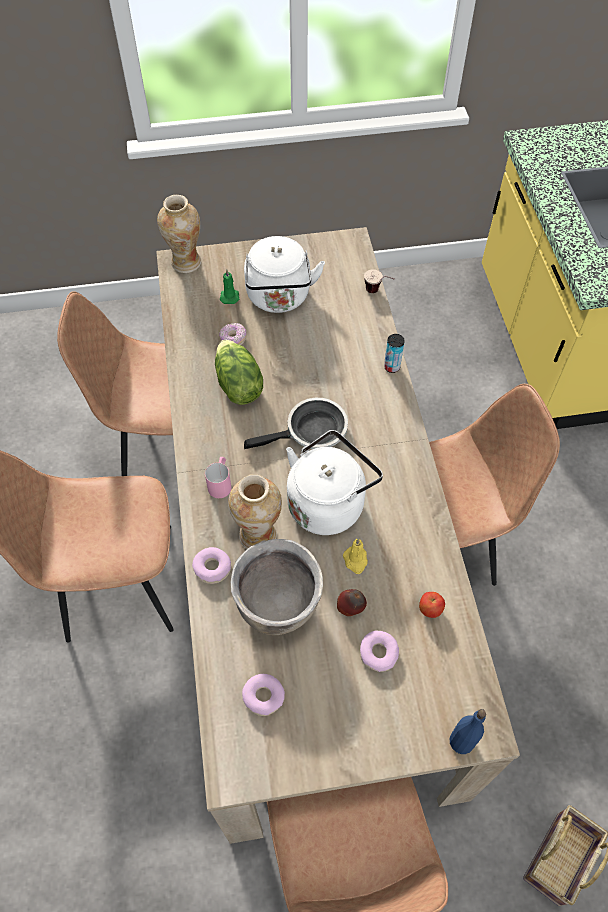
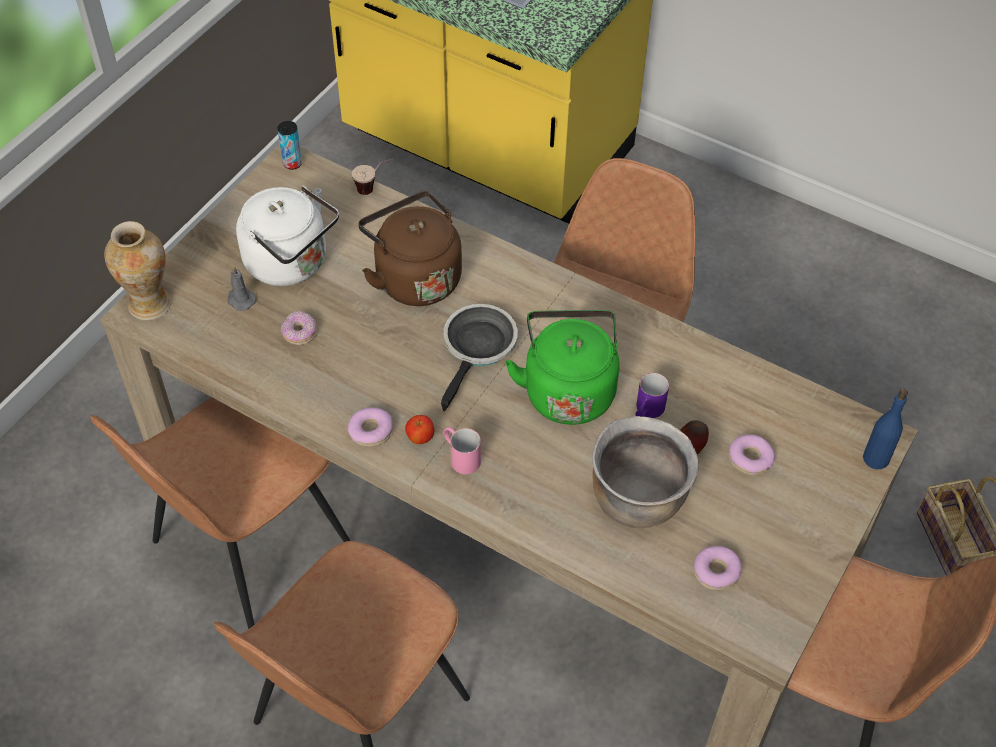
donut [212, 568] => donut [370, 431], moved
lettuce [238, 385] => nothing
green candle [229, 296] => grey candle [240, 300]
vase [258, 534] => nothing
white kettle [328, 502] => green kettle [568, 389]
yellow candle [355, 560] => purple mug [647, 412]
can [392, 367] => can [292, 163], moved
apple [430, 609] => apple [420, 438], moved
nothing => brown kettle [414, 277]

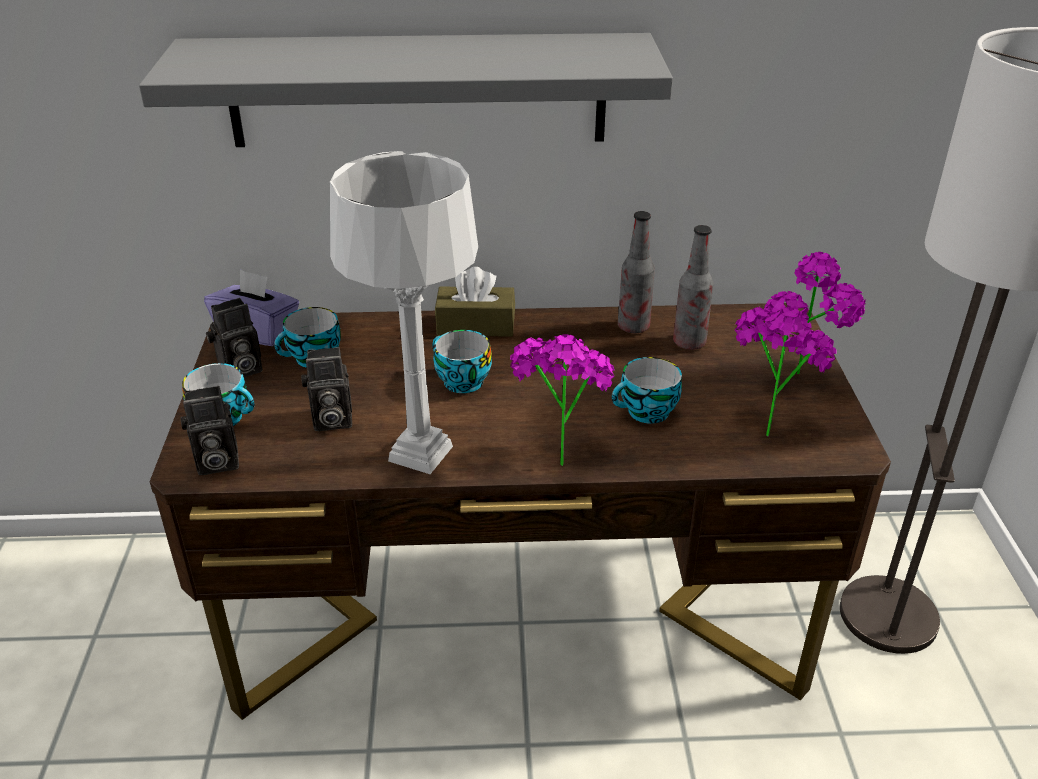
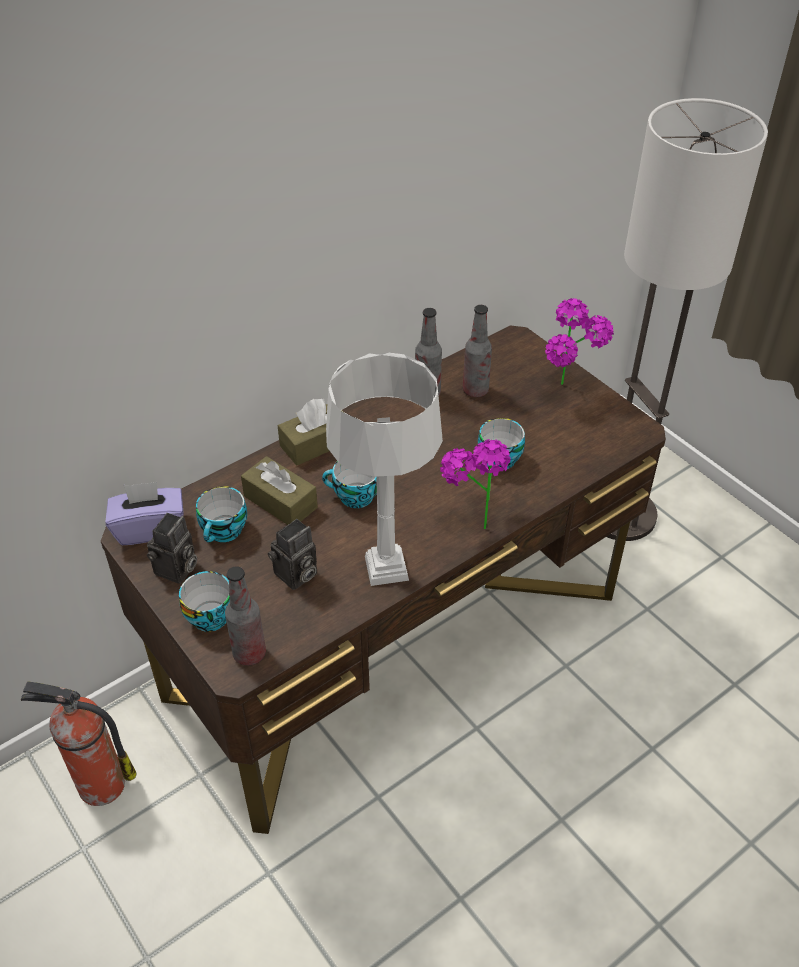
grey shelf [417, 90] => nothing
photo camera [215, 463] => bottle [249, 654]
potted plant [767, 424] => nothing
nothing => fire extinguisher [99, 784]
nothing => brown tissue box [280, 502]

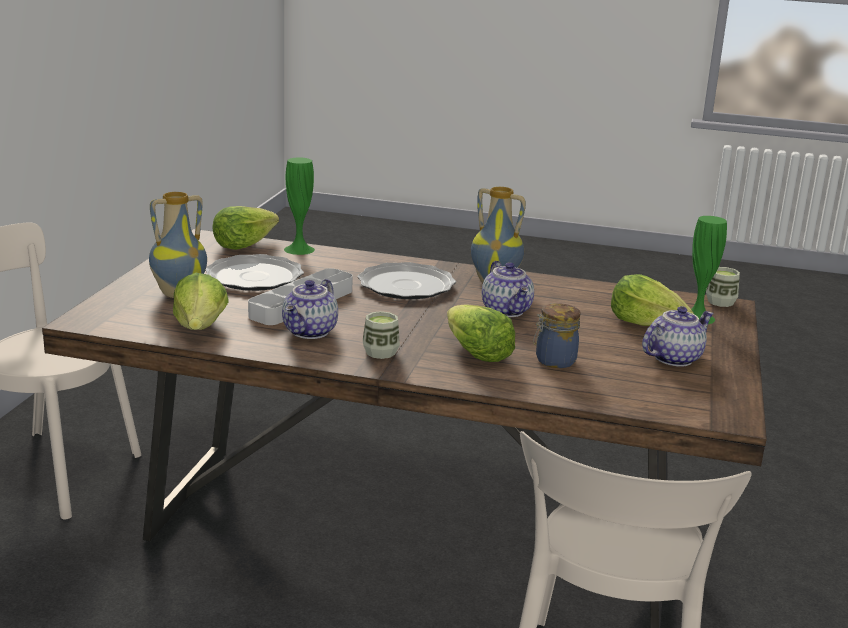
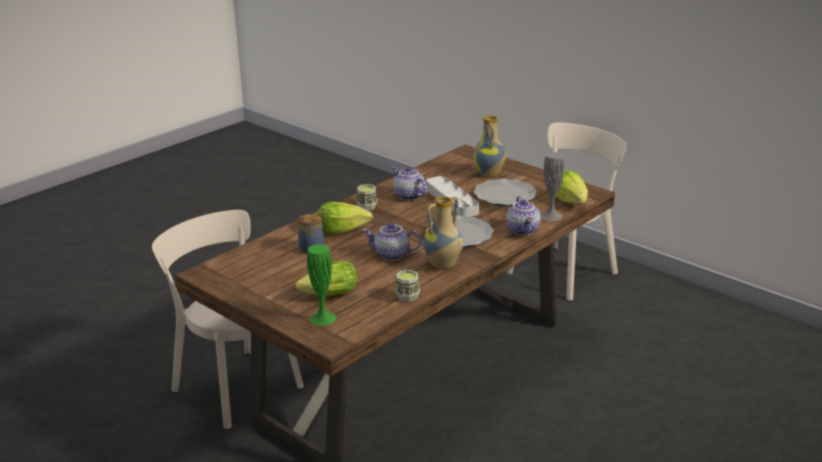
lettuce [200, 327] => nothing
green vase [299, 249] => grey vase [551, 216]
teapot [673, 358] => teapot [523, 230], moved
cup [720, 302] => cup [407, 297], moved

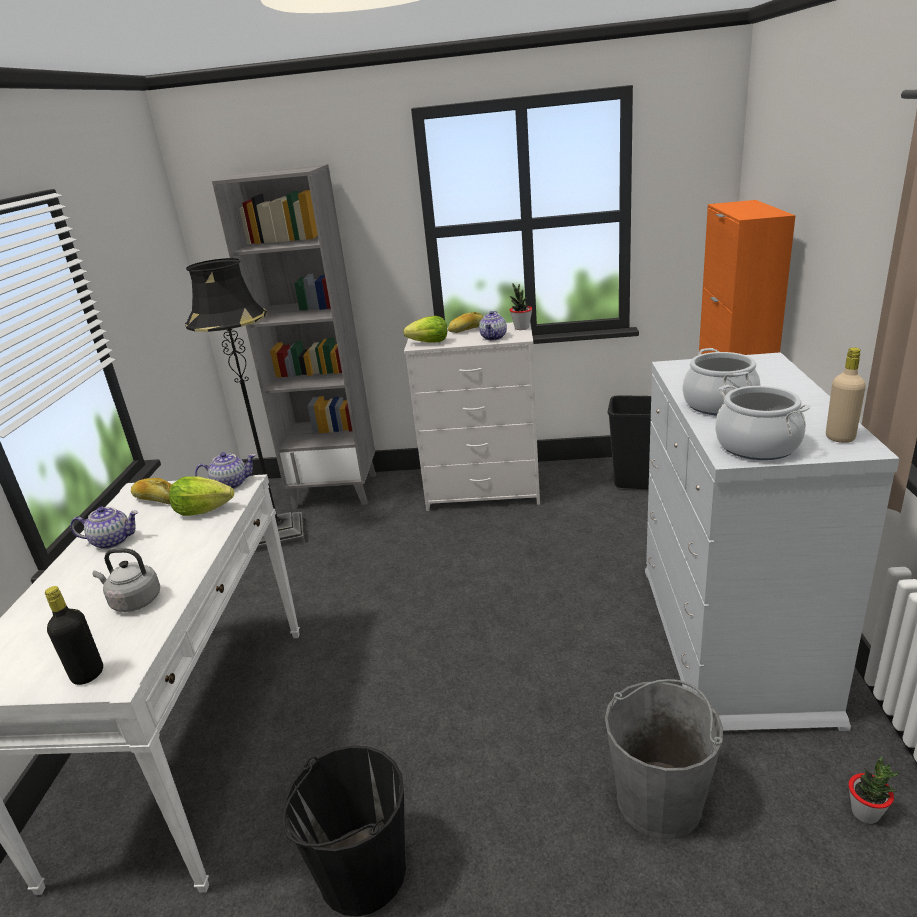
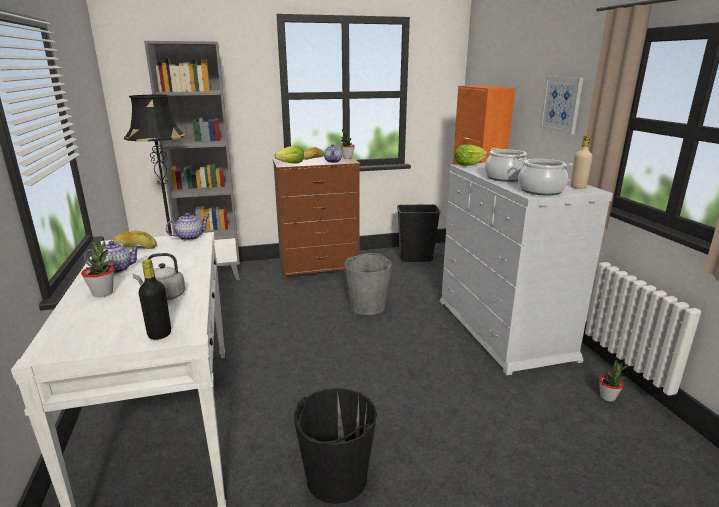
lettuce [203, 510] => lettuce [468, 165], moved
white dresser [484, 492] => brown dresser [319, 268]
grey bucket [659, 800] => grey bucket [368, 306], moved
nothing => potted plant [103, 293]
nothing => picture [561, 104]

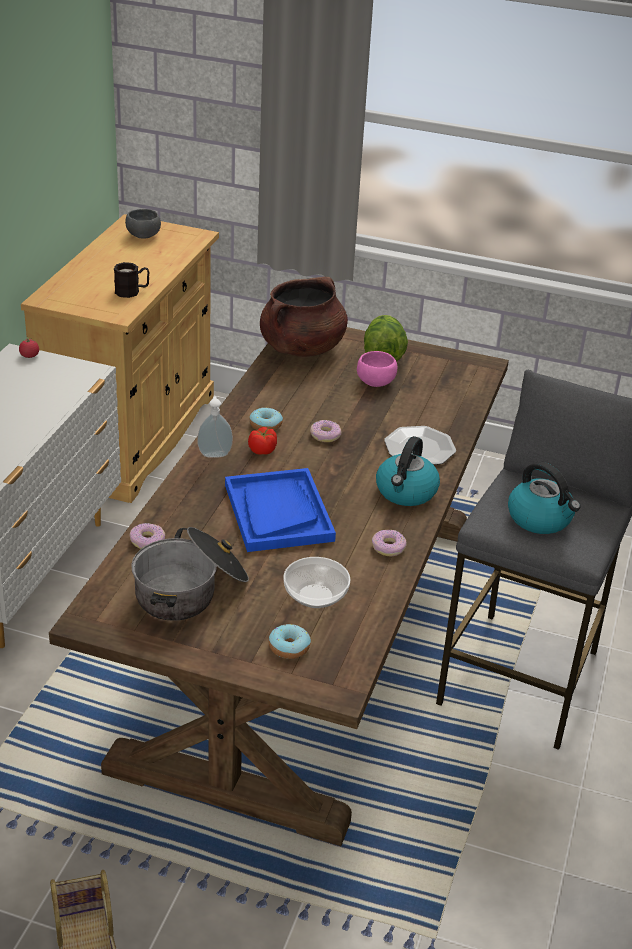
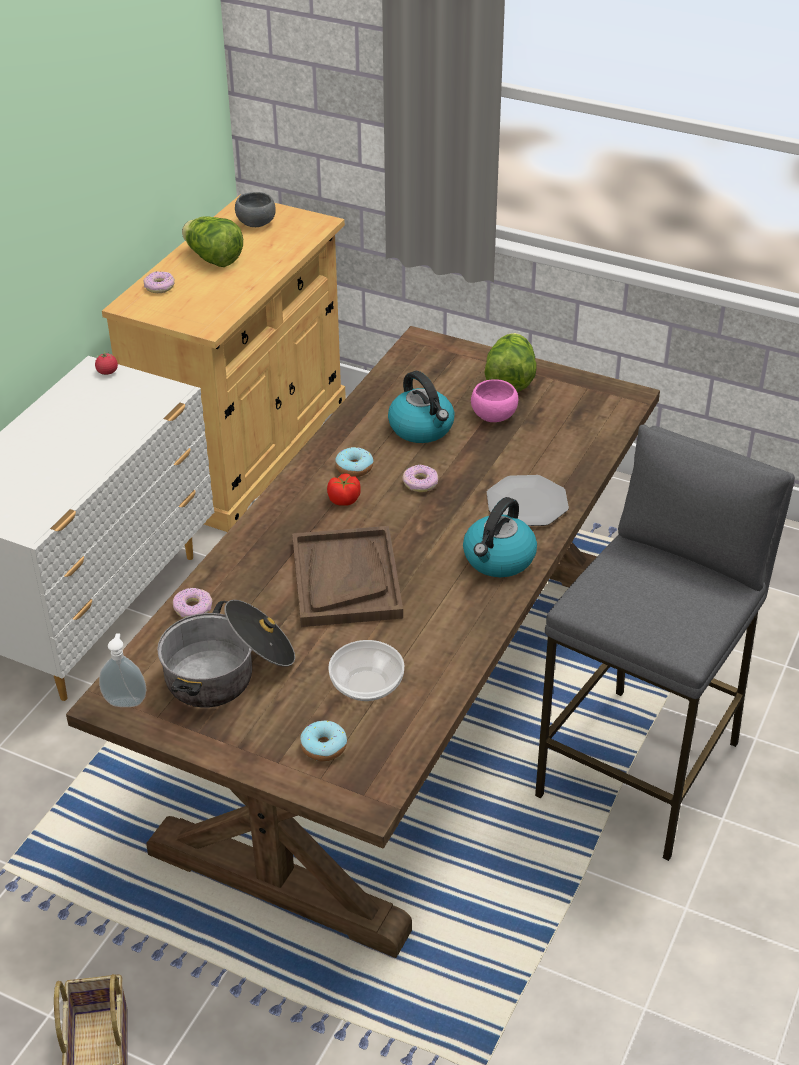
black mug [132, 291] => nothing
soap dispenser [214, 454] => soap dispenser [126, 701], moved
blue tray [278, 512] => brown tray [346, 579]
brown cooking pot [302, 348] => nothing
donut [388, 547] => donut [159, 287], moved
kettle [540, 519] => kettle [422, 428], moved
nothing => lettuce [213, 259]

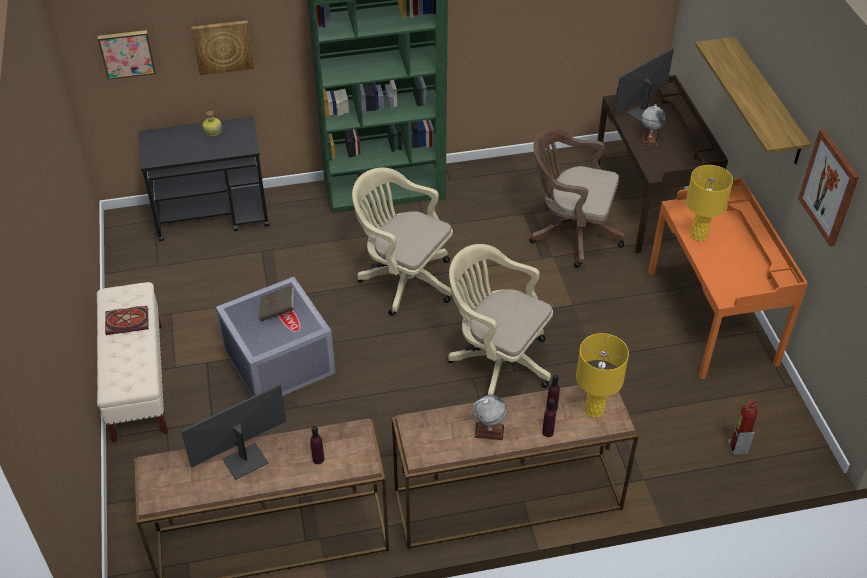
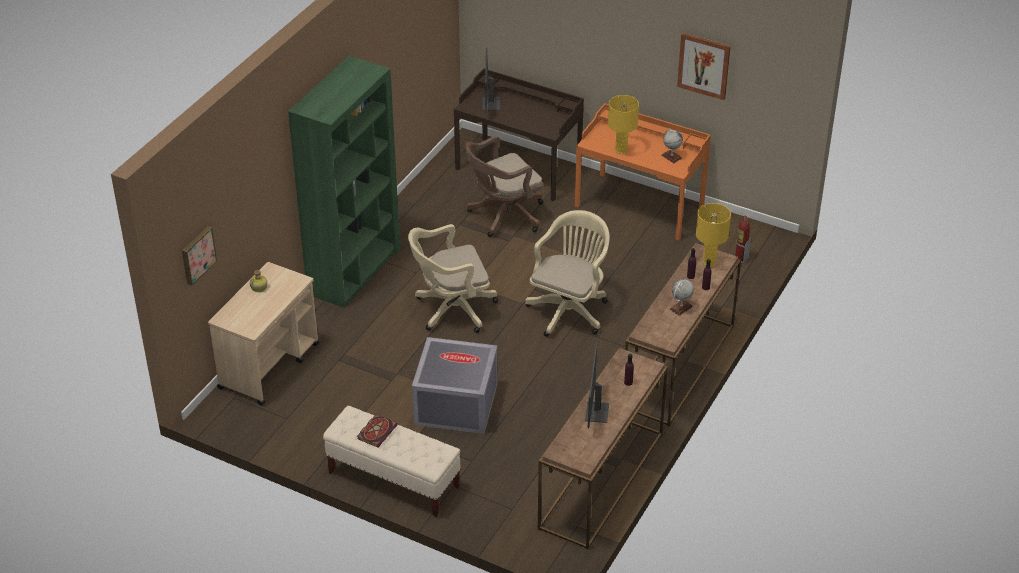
black cart [213, 216] => beige cart [269, 365]
picture [223, 46] => nothing
brown book [277, 310] => nothing
beige office chair [496, 360] => beige office chair [569, 310], 135 degrees clockwise
globe [650, 138] => globe [671, 157], moved
shelf [767, 101] => nothing

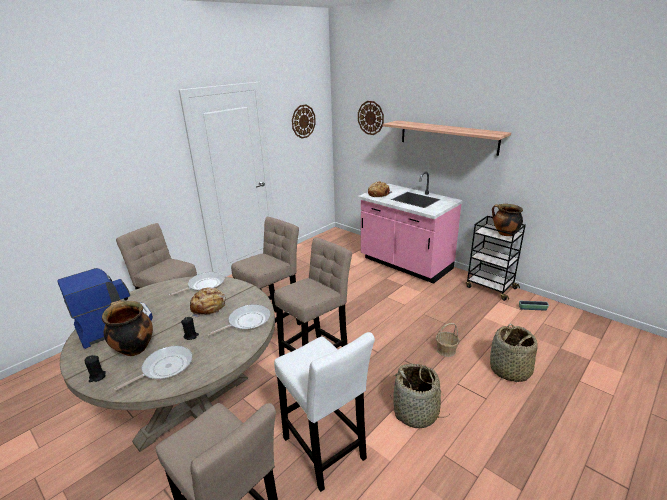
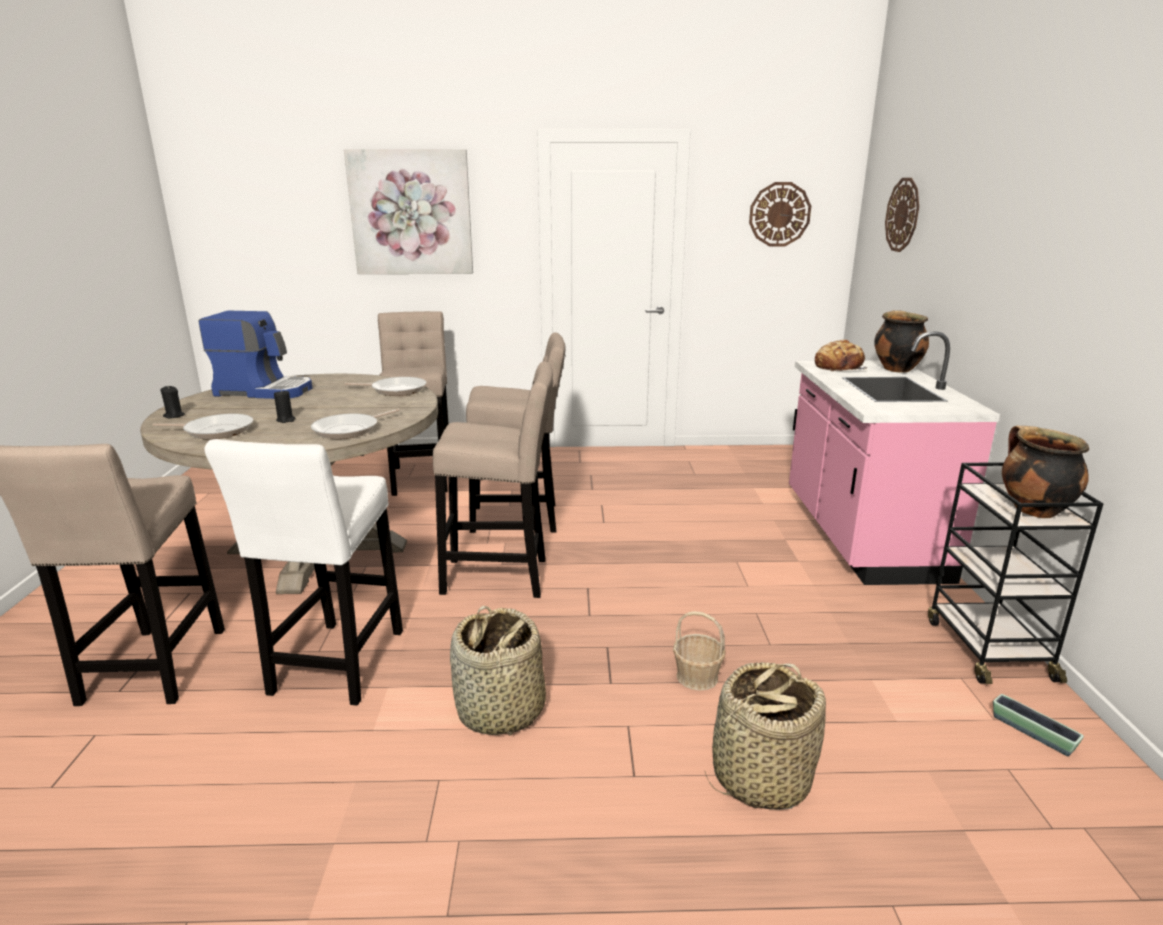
cooking pot [133, 348] => cooking pot [895, 369], moved
bread [209, 307] => nothing
frying pan [247, 321] => frying pan [349, 430], 120 degrees clockwise
shelf [447, 137] => nothing
nothing => picture [411, 213]

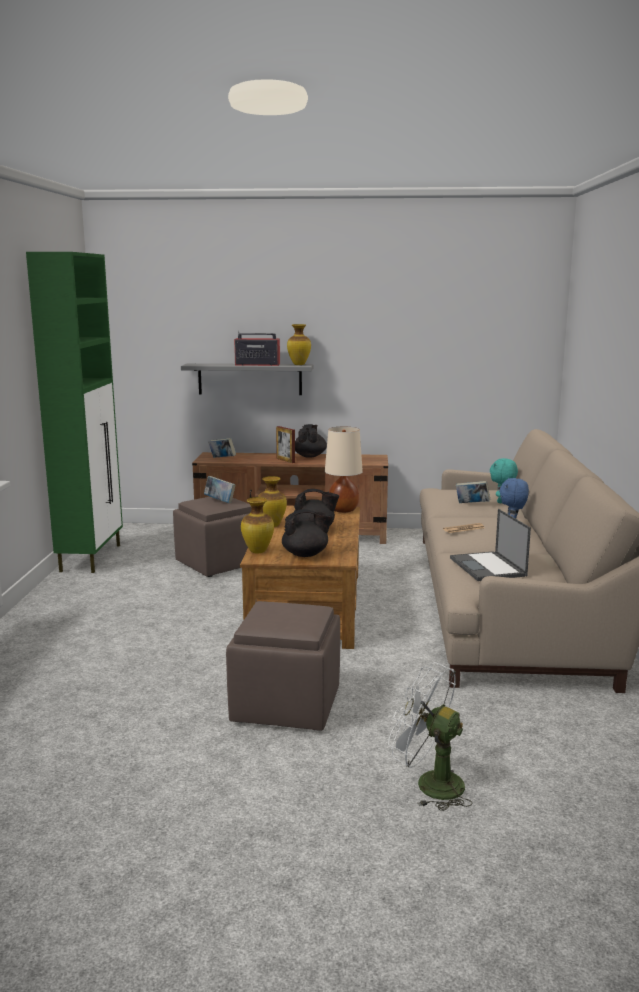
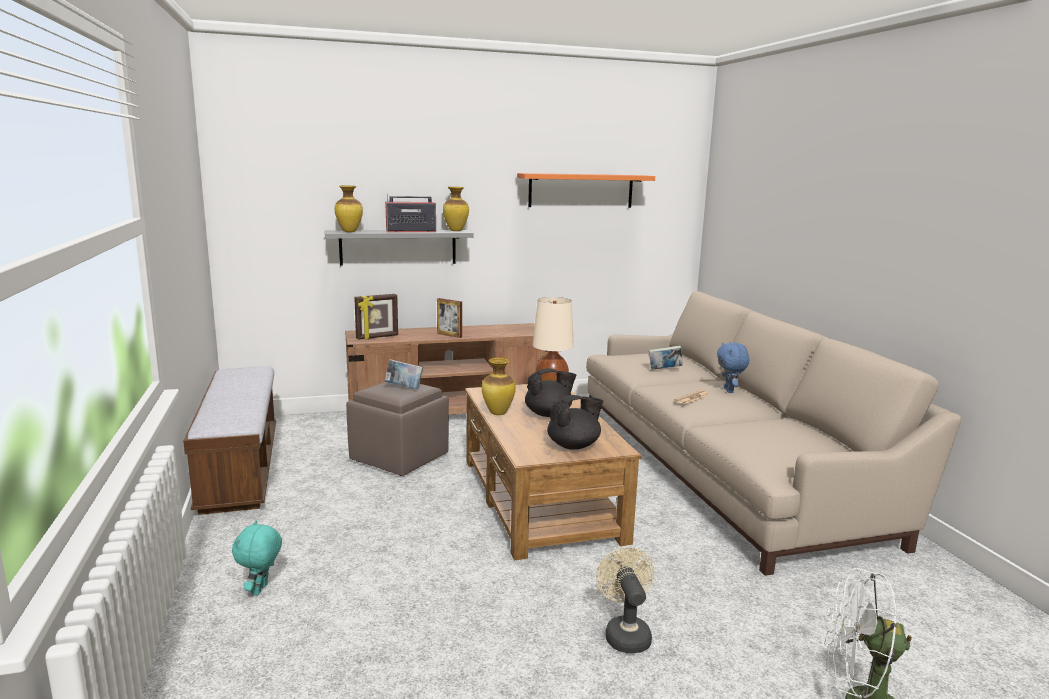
green cabinet [91, 557] => bench [240, 467]
book [222, 458] => picture frame [377, 337]
brown ottoman [285, 705] => beige fan [625, 633]
vase [258, 551] => vase [350, 231], moved
black teapot [310, 456] => nothing
laptop [488, 567] => nothing
turquoise plush toy [502, 502] => turquoise plush toy [261, 590], moved
nothing => orange shelf [581, 190]

